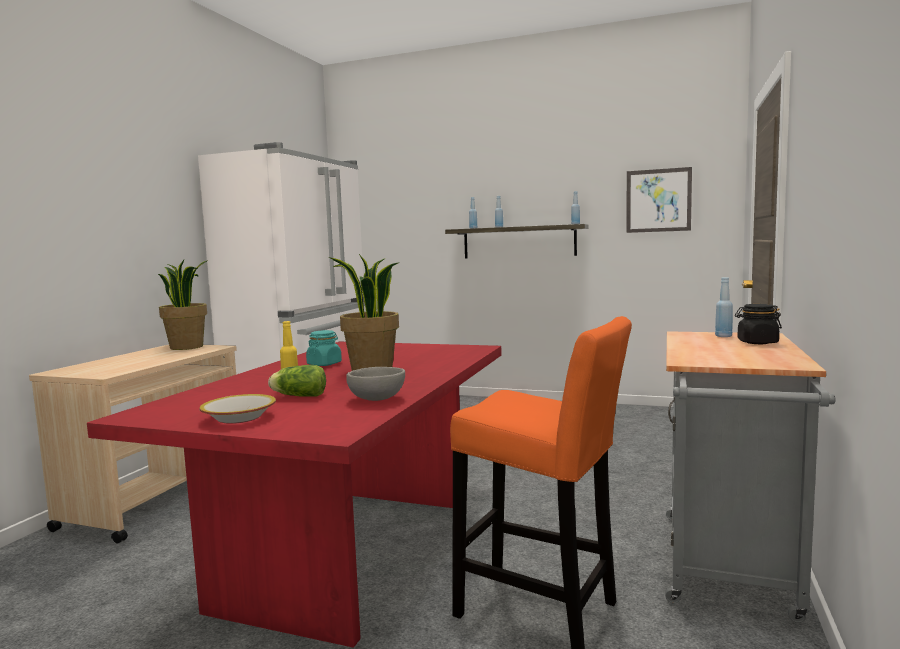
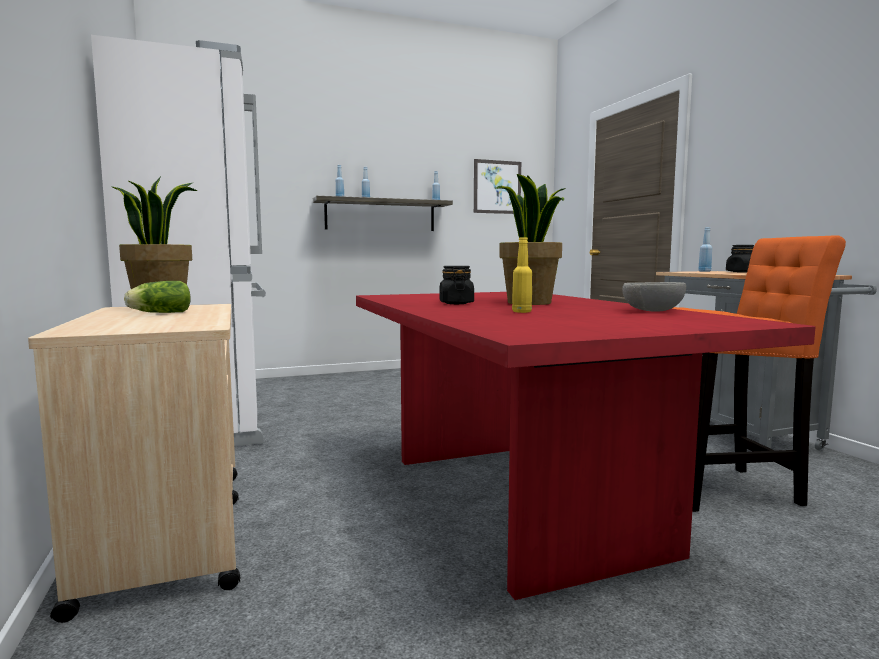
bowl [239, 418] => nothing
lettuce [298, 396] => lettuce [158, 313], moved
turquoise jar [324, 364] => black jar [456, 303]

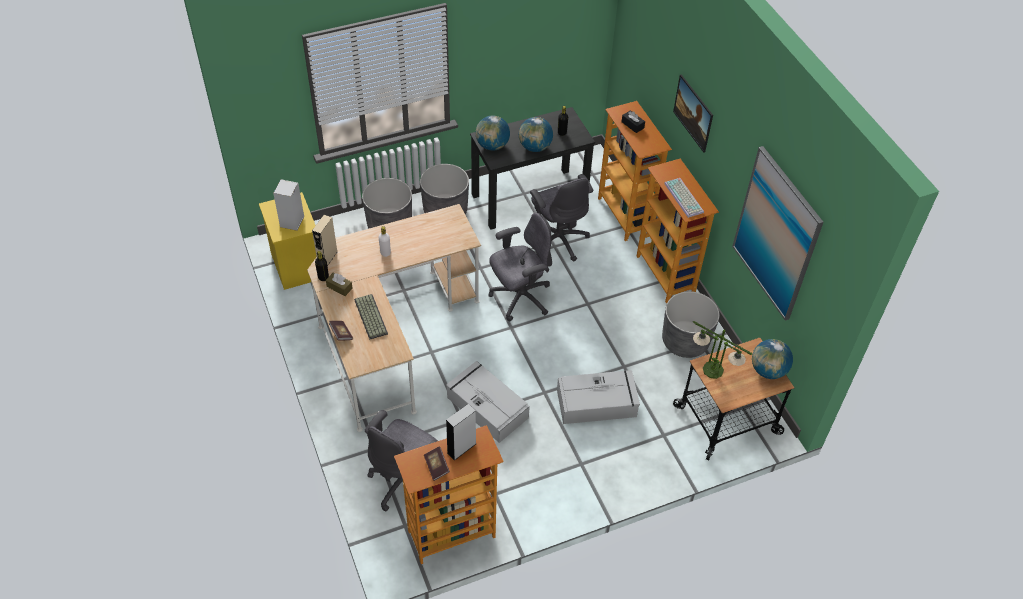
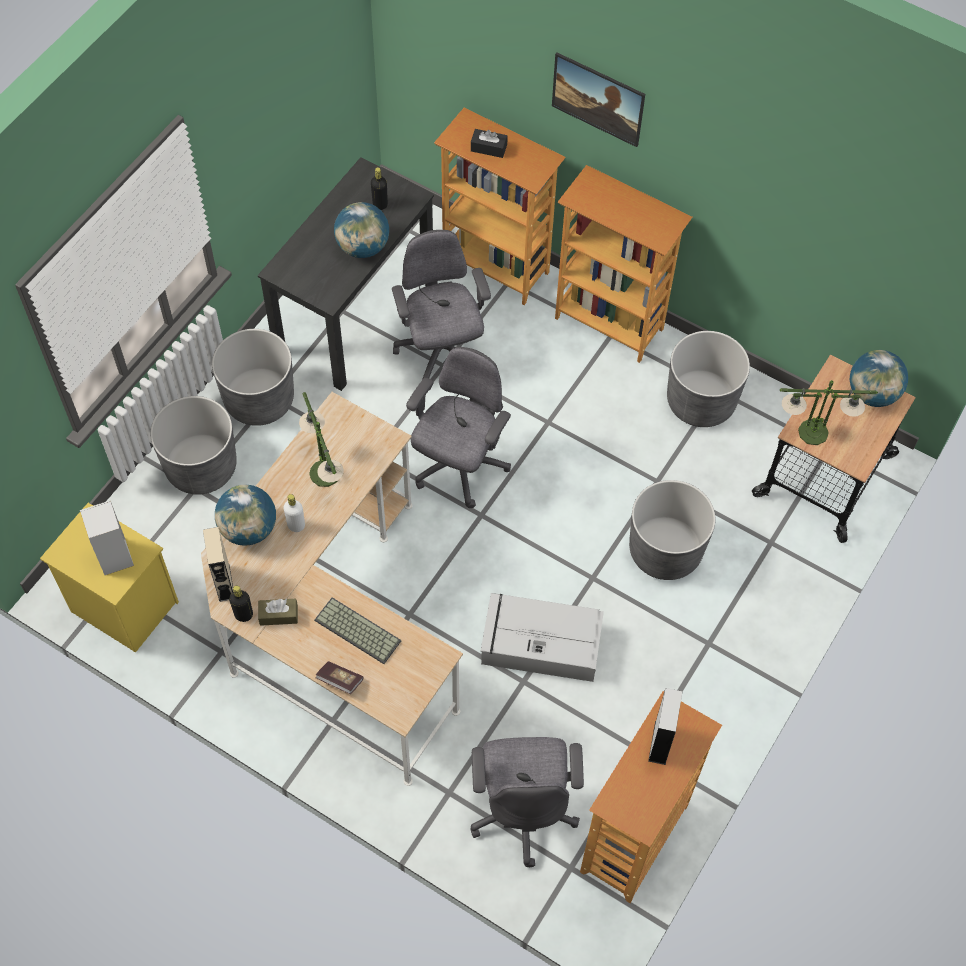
book [436, 466] => nothing
globe [492, 145] => globe [248, 529], moved
grey office chair [558, 240] => grey office chair [441, 353], 135 degrees counterclockwise
grey storage box [597, 403] => grey planter [665, 550]
keyboard [685, 198] => nothing
picture [776, 234] => nothing
nothing => table lamp [325, 474]

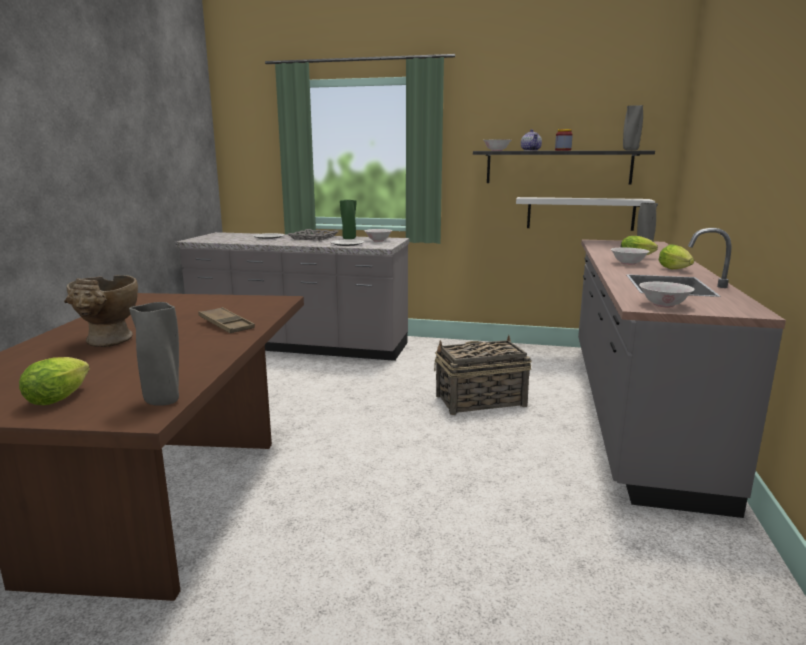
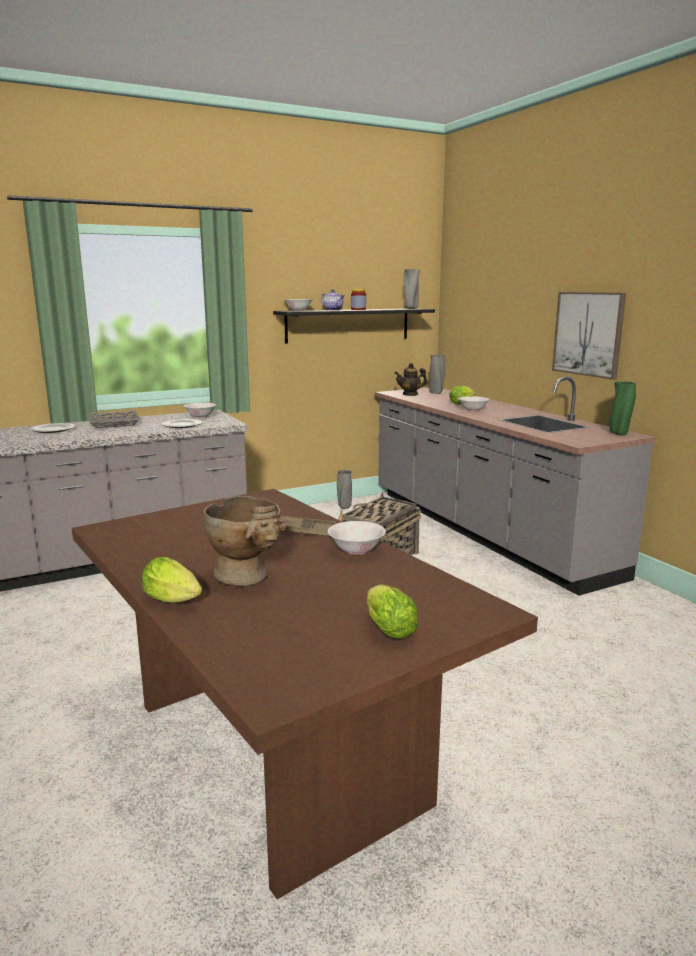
grey vase [164, 400] => grey vase [344, 507], moved
green vase [349, 238] => green vase [619, 434], moved
white shelf [580, 213] => nothing
white bowl [664, 305] => white bowl [356, 550], moved
lettuce [676, 270] => lettuce [175, 601], moved
nothing => teapot [410, 394]
nothing => picture [588, 334]

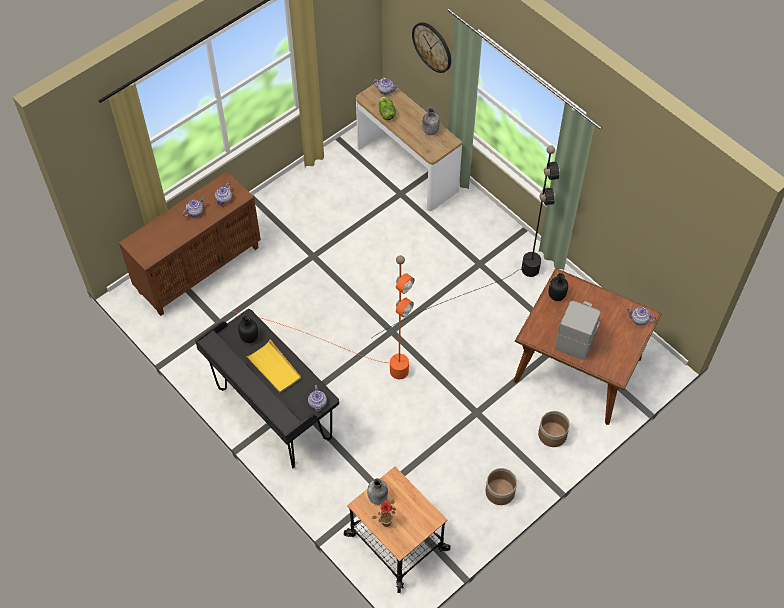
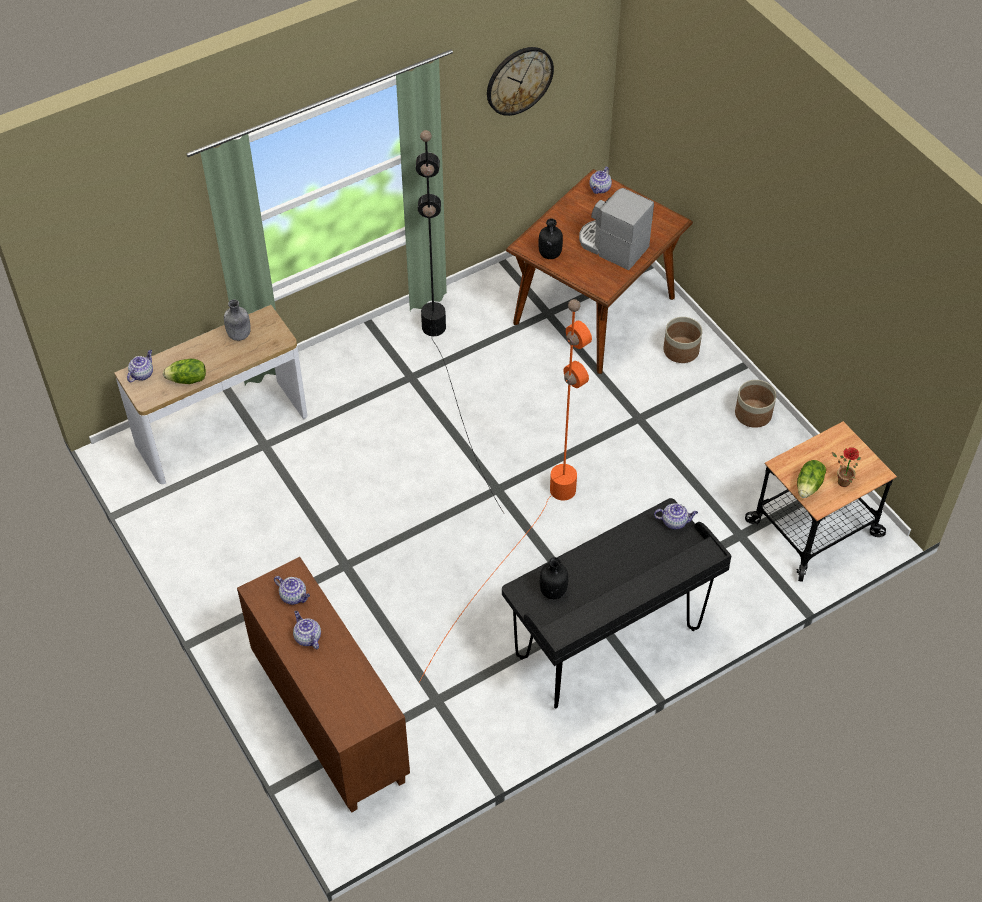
yellow tray [274, 368] => nothing
grey bottle [378, 498] => lettuce [809, 486]
wall clock [432, 47] => wall clock [519, 80], moved

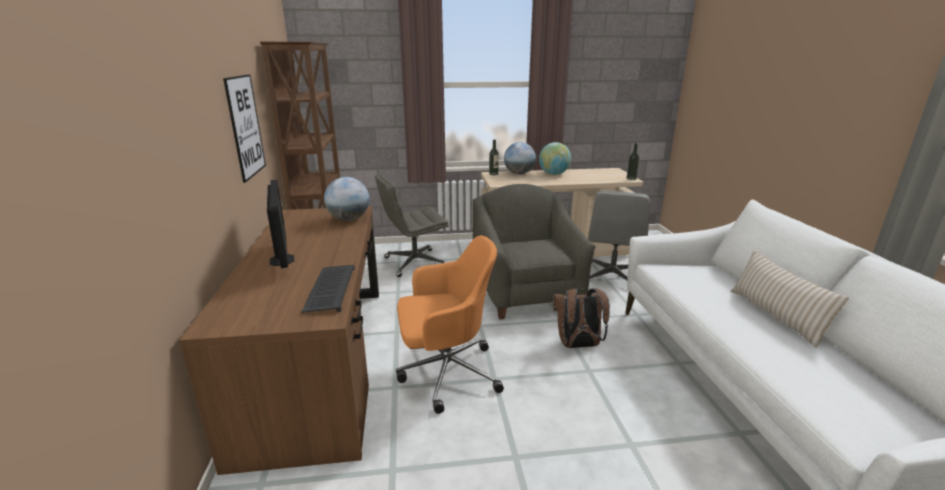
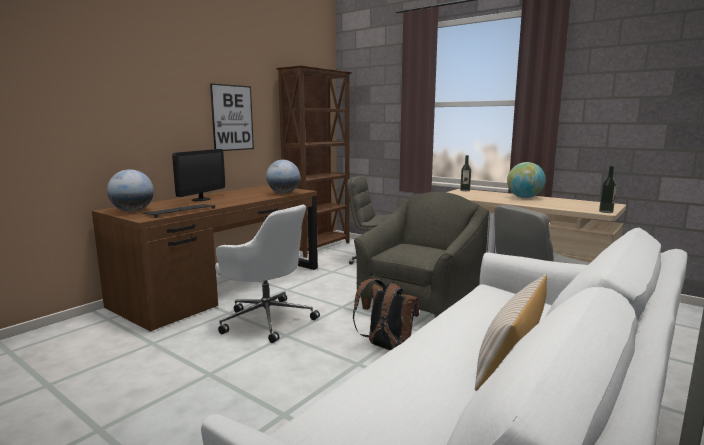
orange office chair [446, 373] => white office chair [266, 319]
globe [519, 173] => globe [133, 211], moved

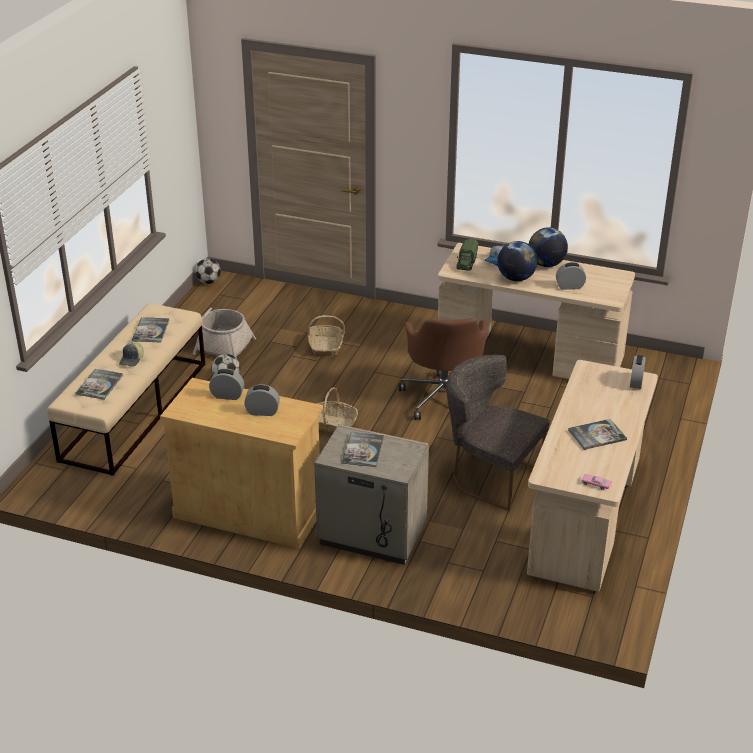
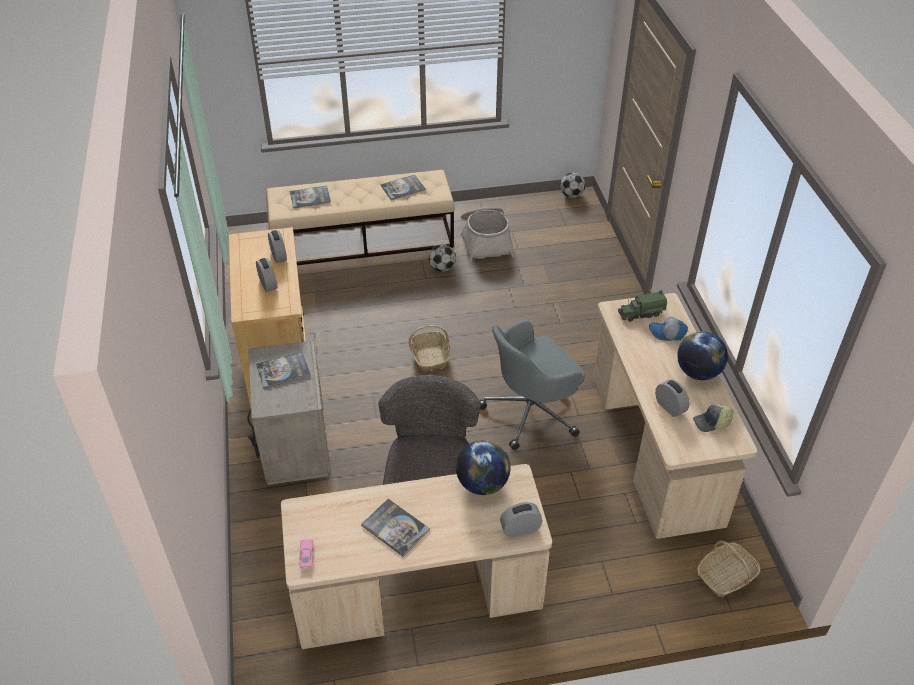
cap [132, 359] => cap [712, 423], moved
basket [325, 346] => basket [726, 576], moved
brown office chair [444, 396] => grey office chair [531, 412]
globe [516, 278] => globe [482, 484], moved

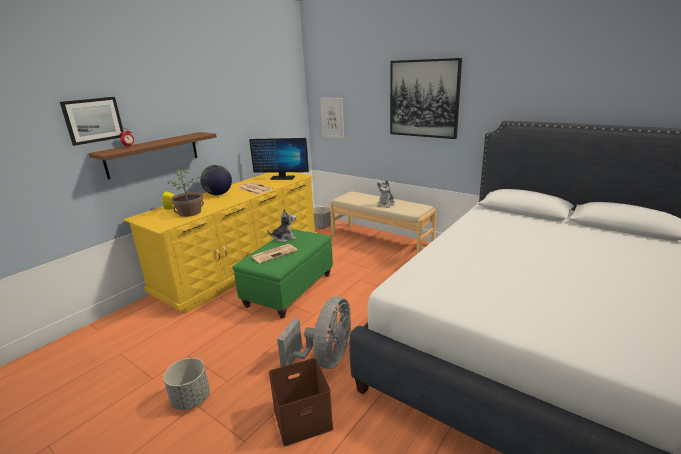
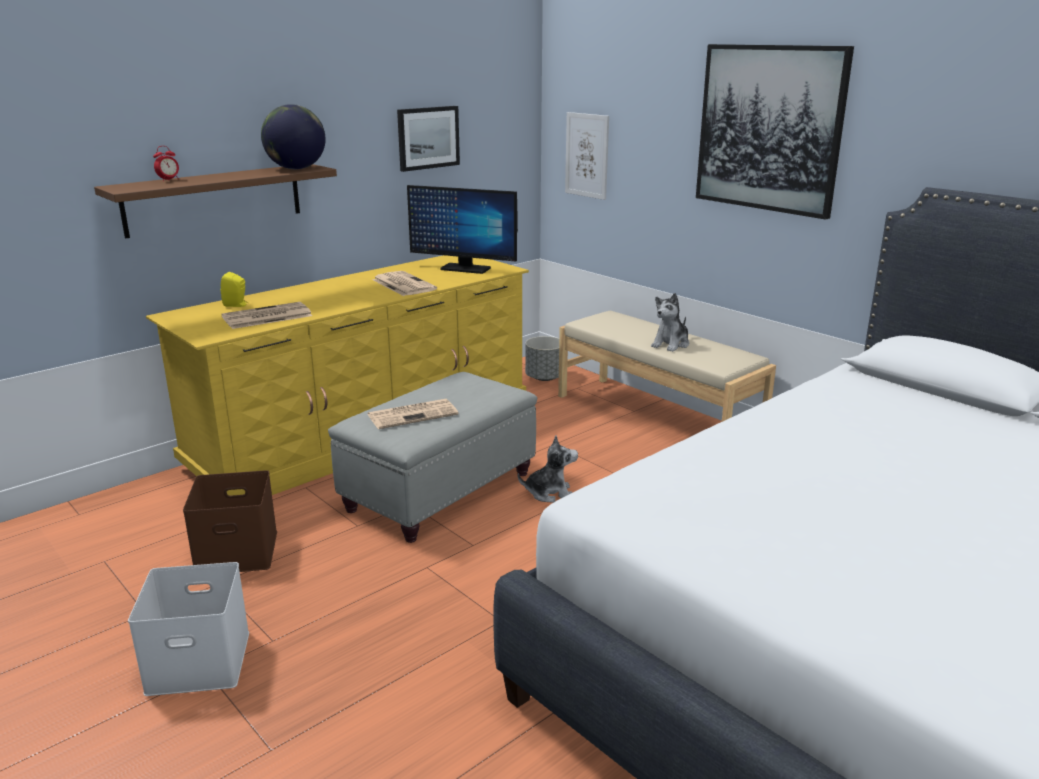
picture [93, 120] => picture [428, 138], moved
grey planter [191, 399] => white storage box [201, 660]
potted plant [190, 213] => newspaper [266, 317]
globe [218, 194] => globe [296, 169], moved
green ottoman [289, 290] => grey ottoman [439, 492]
plush toy [284, 238] => plush toy [549, 493], moved
brown storage box [303, 417] => brown storage box [239, 551], moved
grey fan [325, 359] => nothing

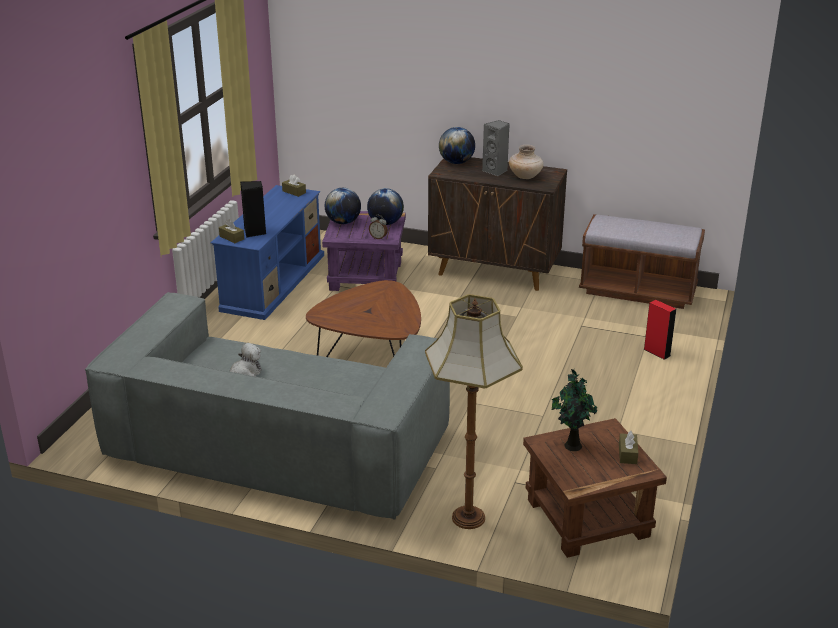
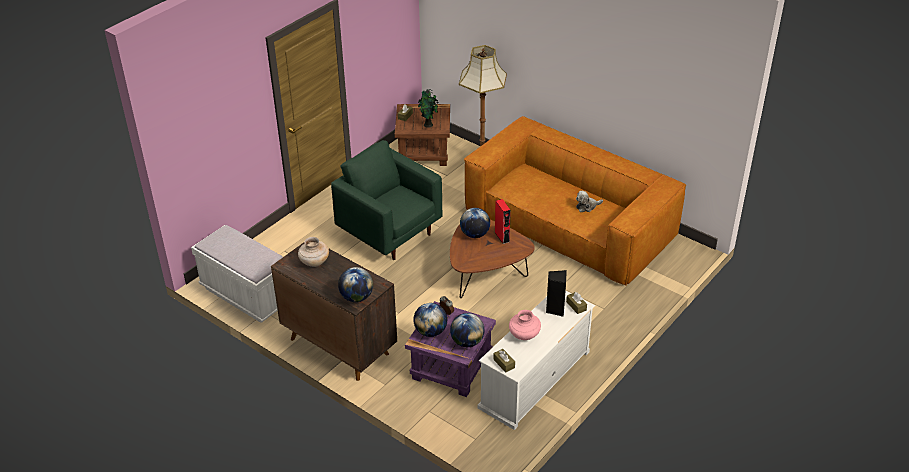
grey sofa [277, 444] => brown sofa [569, 224]
blue tv stand [273, 281] => white tv stand [535, 380]
grey speaker [496, 171] => nothing
brown bench [637, 291] => white bench [246, 295]
red speaker [657, 352] => red speaker [502, 237], moved
nothing => green armchair [389, 233]
nothing => globe [475, 234]
nothing => pink vase [524, 335]

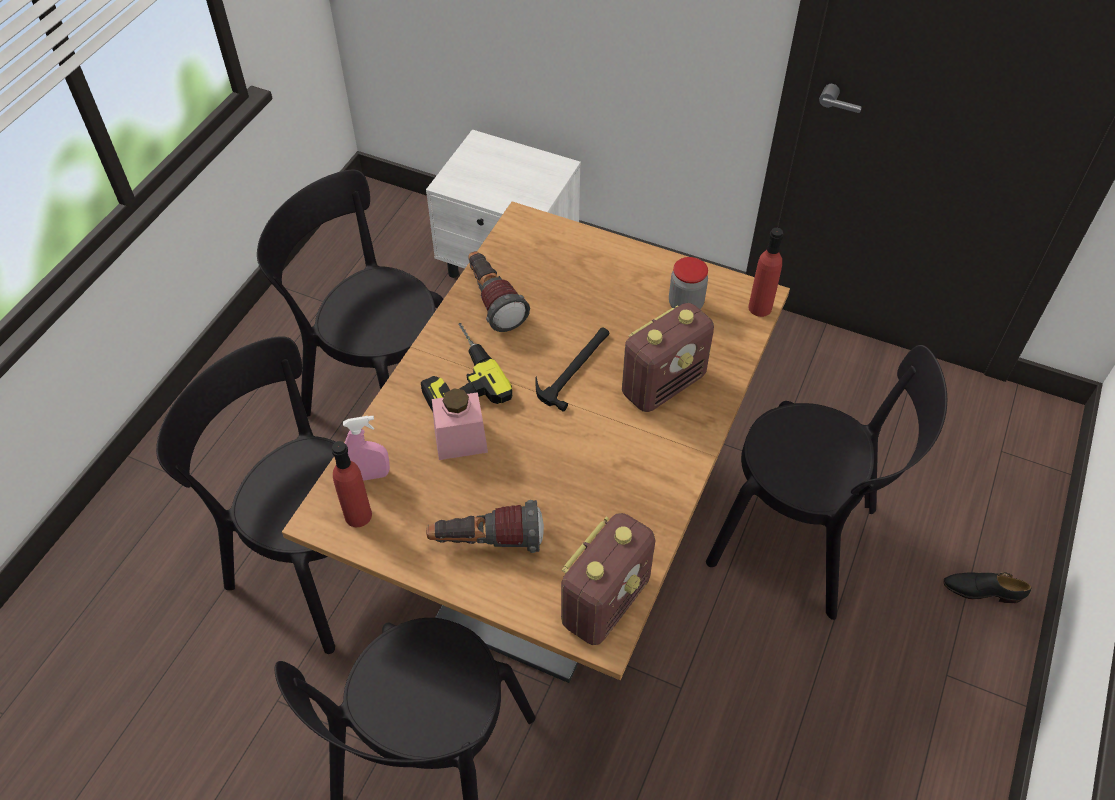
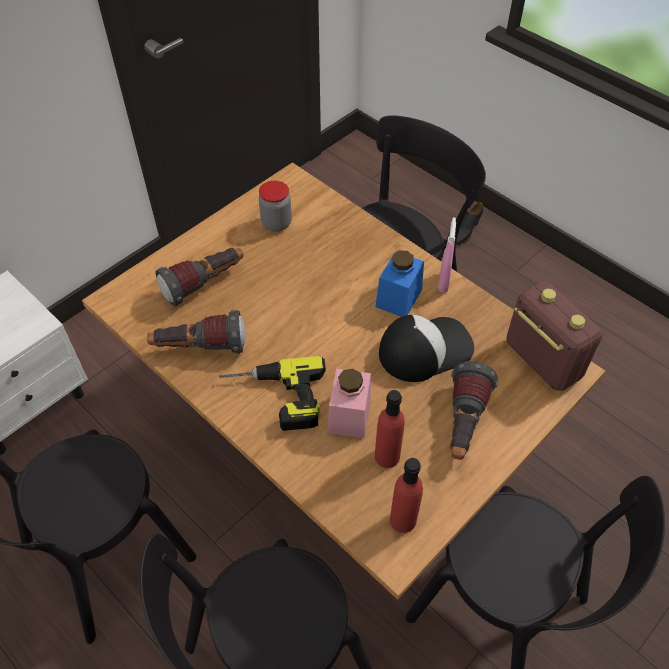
pink spray bottle [370, 475] => pink spray bottle [443, 282], moved
hammer [574, 367] => nothing
radio [663, 384] => nothing
red bottle [760, 307] => red bottle [387, 456], moved
nothing => flashlight [205, 284]
nothing => blue jar [398, 298]
nothing => cap [425, 349]

